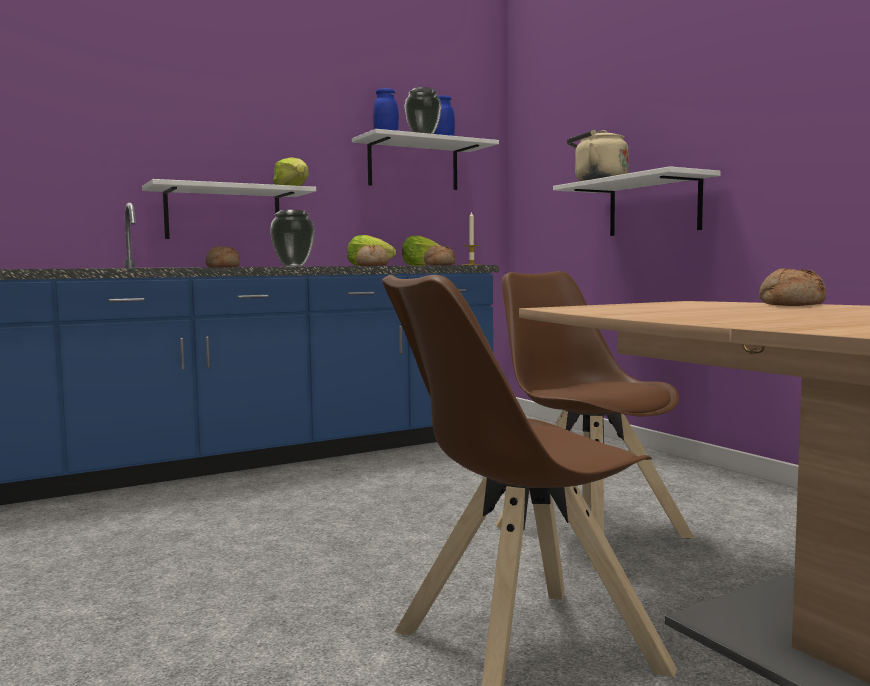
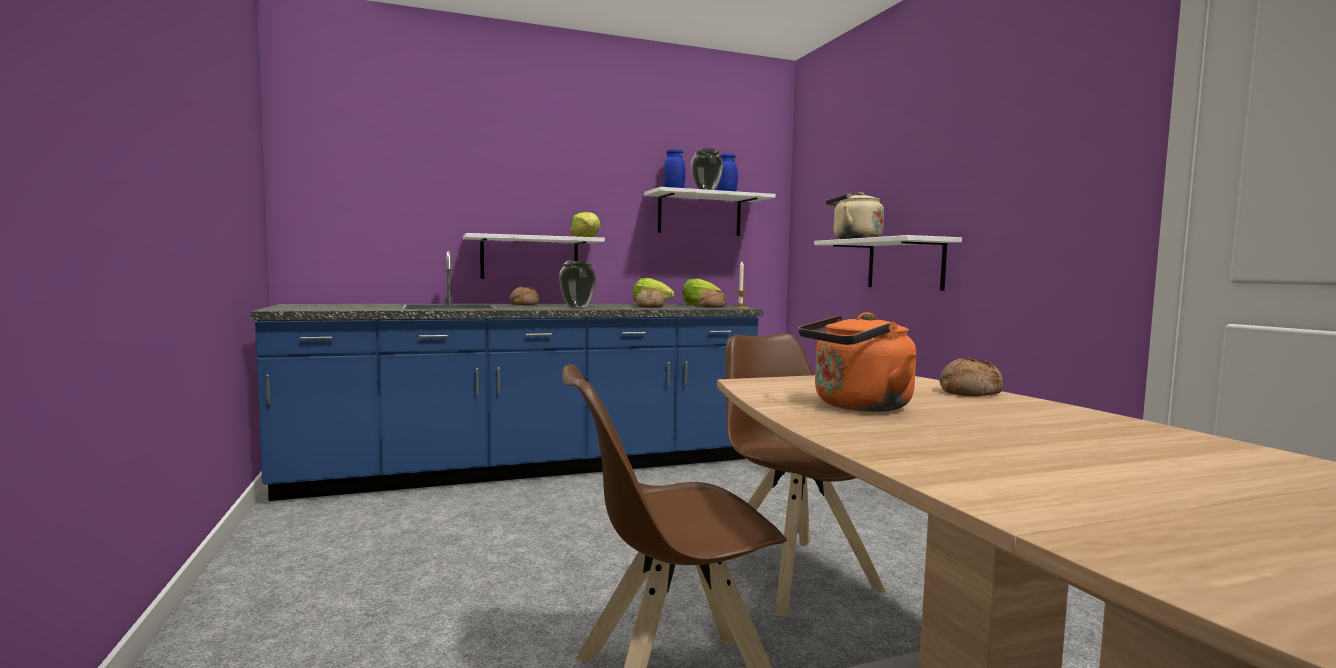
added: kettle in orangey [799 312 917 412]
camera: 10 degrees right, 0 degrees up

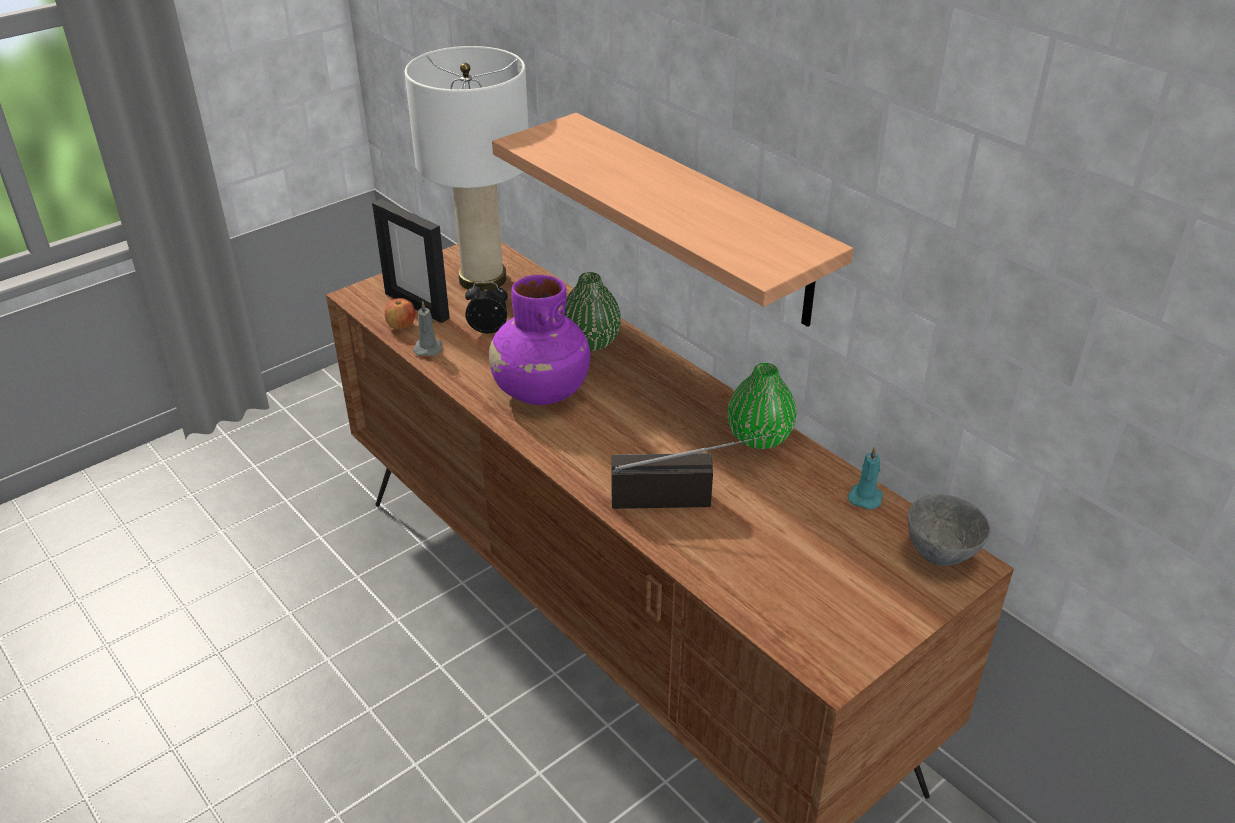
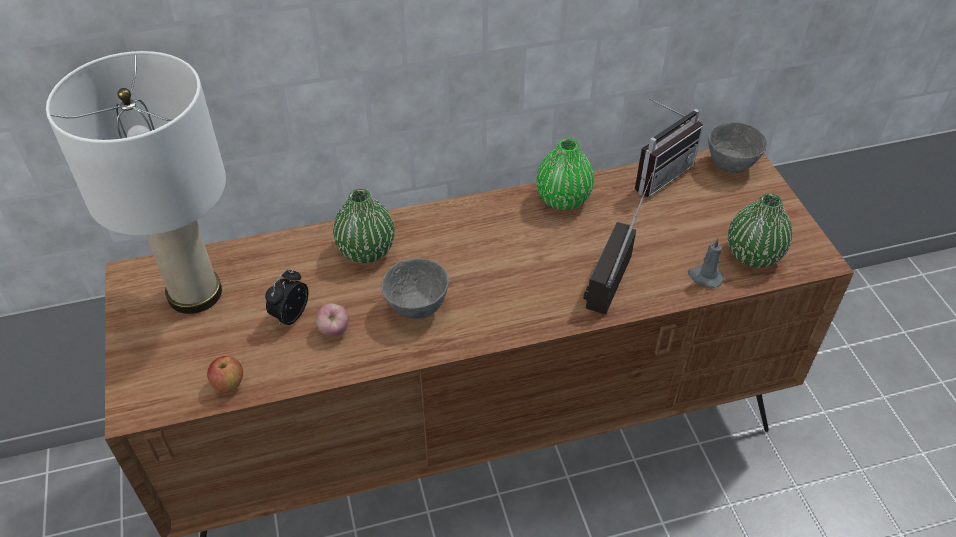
removed: picture frame [372 199 450 323]; bracket shelf [492 113 853 327]
added: apple [315 303 349 336]; flower vase in green-coloured [728 193 792 268]
moved: candle in greyish [413 301 442 356] to [688 238 724 288]
replaced: flower vase in purple-coloured [489 275 591 405] to bowl in greyish [381 258 449 319]; candle in turquoise [847 446 883 509] to radio receiver [635 98 703 197]
camera: 65 degrees left, 10 degrees up

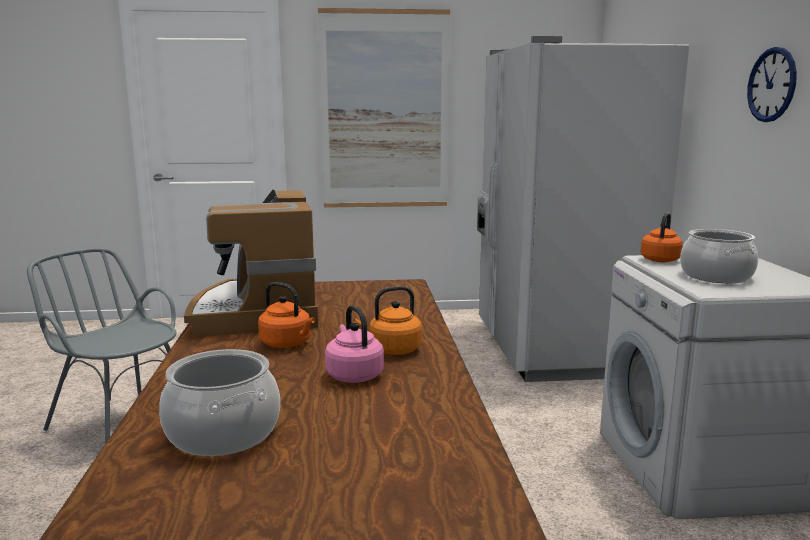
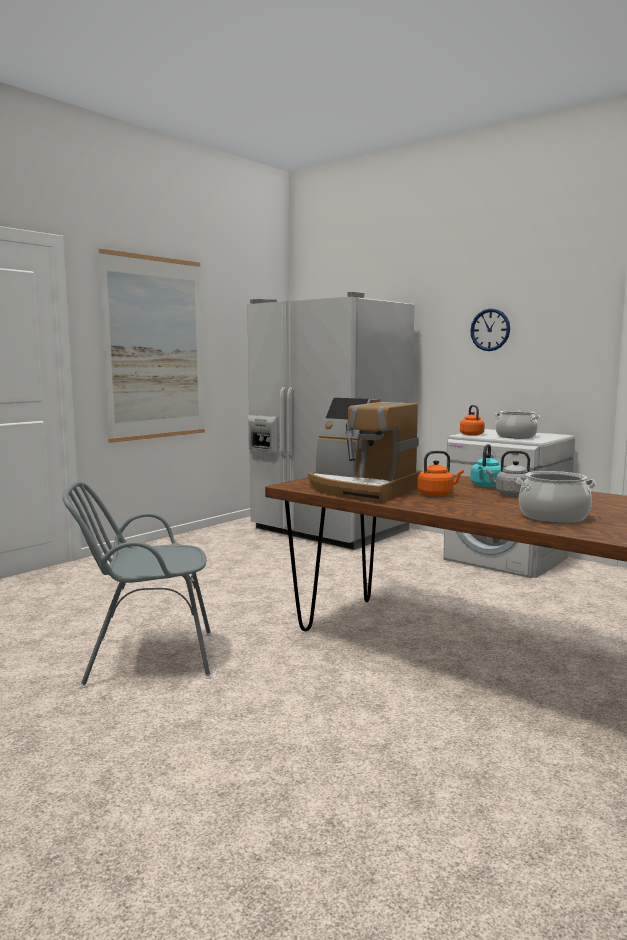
recoloured: kettle in pink-coloured [325 305 384 383] to kettle in greyish [486 451 530 497]; kettle in orangey [354 286 422 355] to kettle in turquoise [470 444 501 487]
camera: 45 degrees left, 5 degrees down

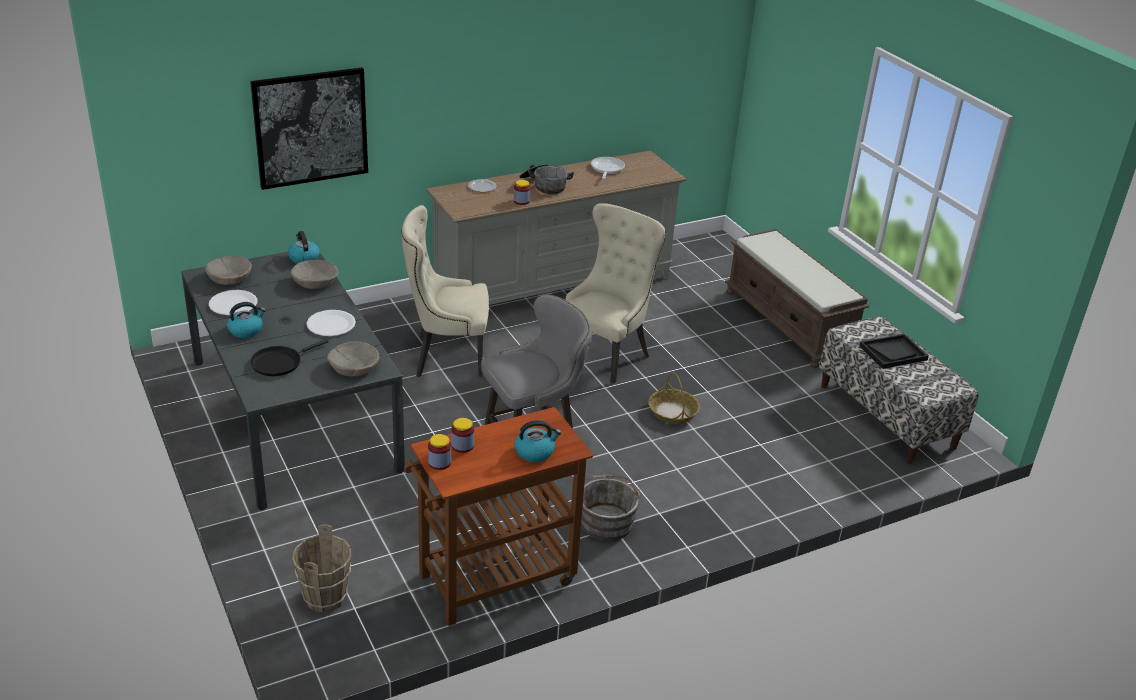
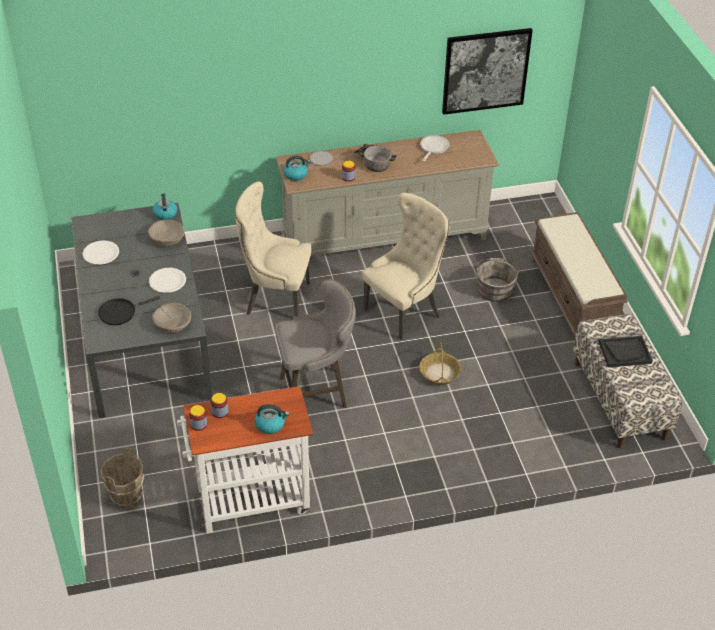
removed: bowl in sand-coloured [205 255 252 285]
moved: kettle [227 302 266 338] to [283 156 311 181]; wall picture [250 68 368 190] to [442 28 533 115]; pail in greyish [581 474 640 541] to [476 258 519 302]
recoloured: trolley in brownish [404 407 593 626] to trolley in white-coloured [177 386 313 533]
camera: 15 degrees right, 10 degrees up

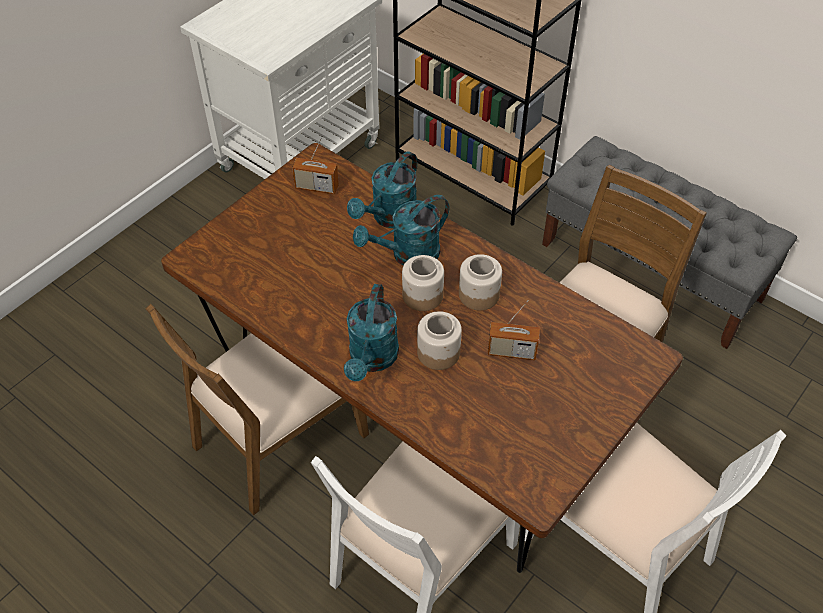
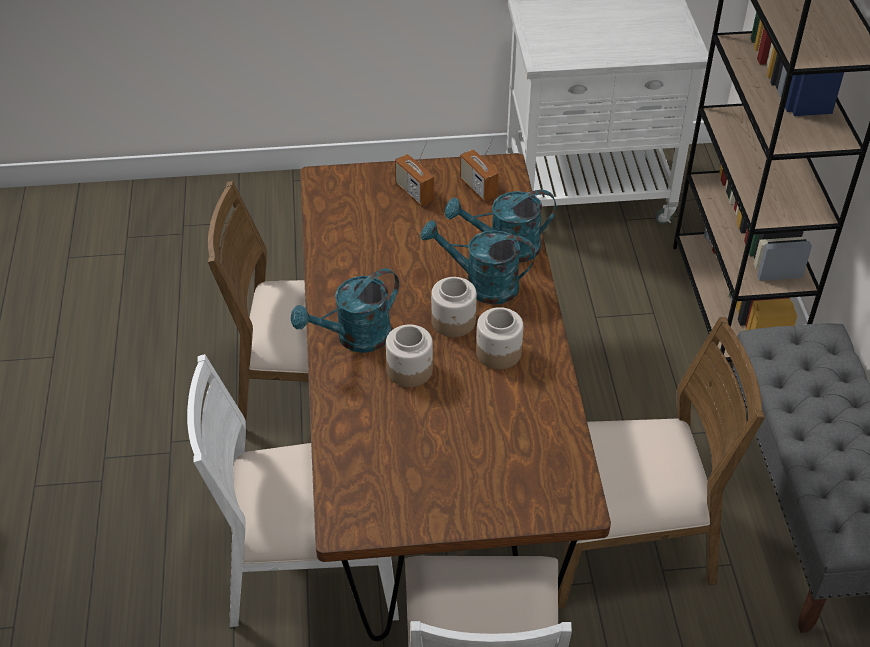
moved: radio receiver [488 300 540 360] to [395 141 434 206]
camera: 45 degrees right, 5 degrees down

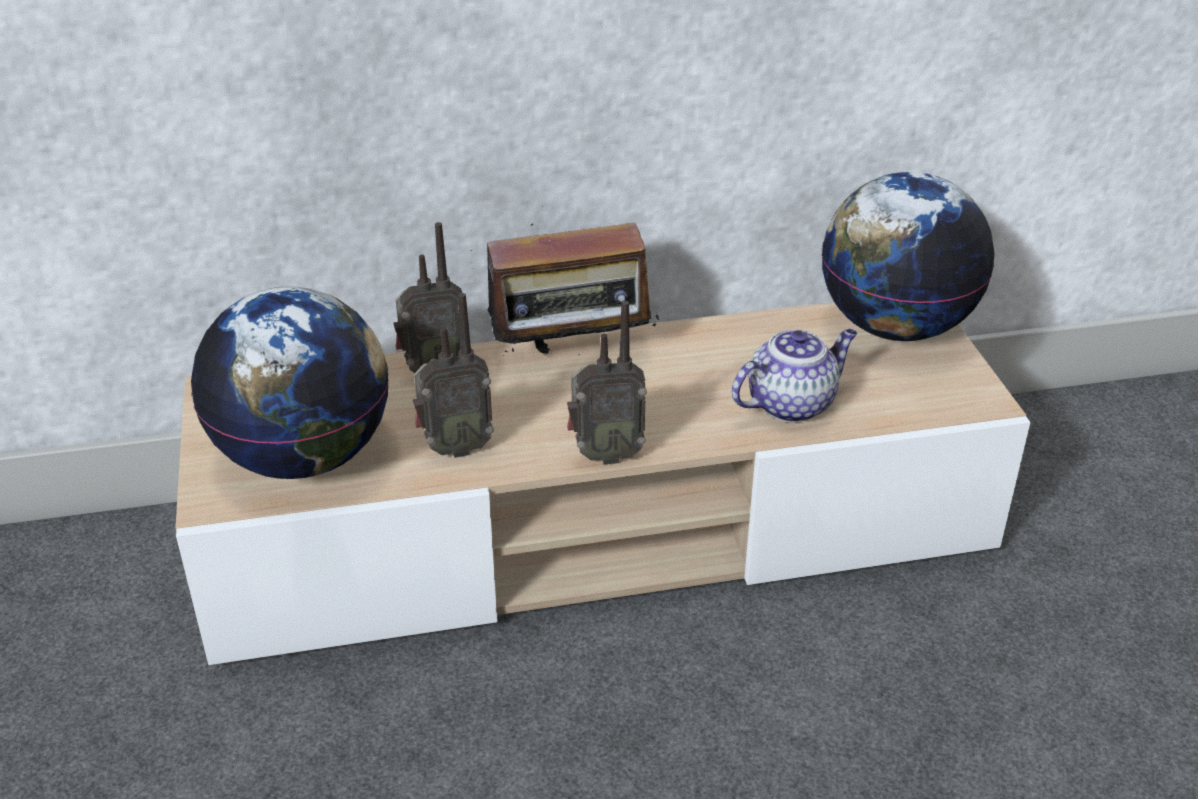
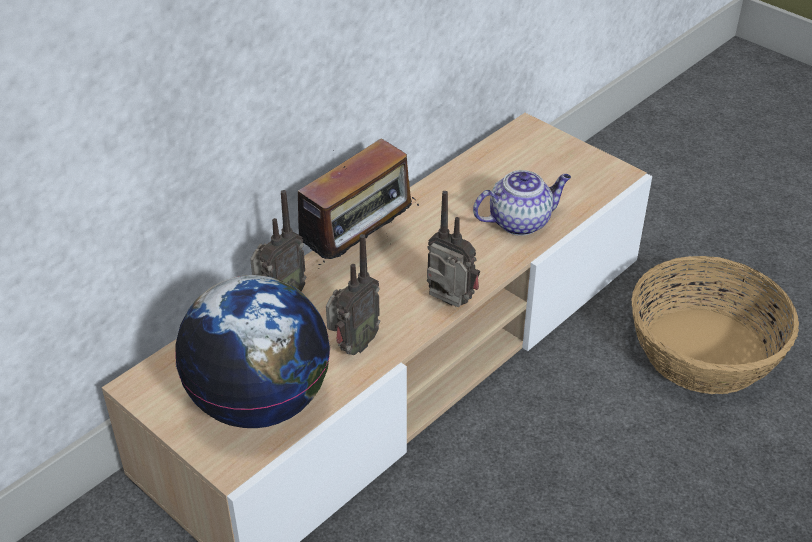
removed: globe [822 172 995 341]
added: household basket [631 256 799 394]
turned: radio receiver [567 301 647 464] = [427 191 480 307] 105 degrees counterclockwise; tea pot [732 329 857 423] = [473 170 571 236] 45 degrees clockwise
camera: 35 degrees left, 5 degrees up

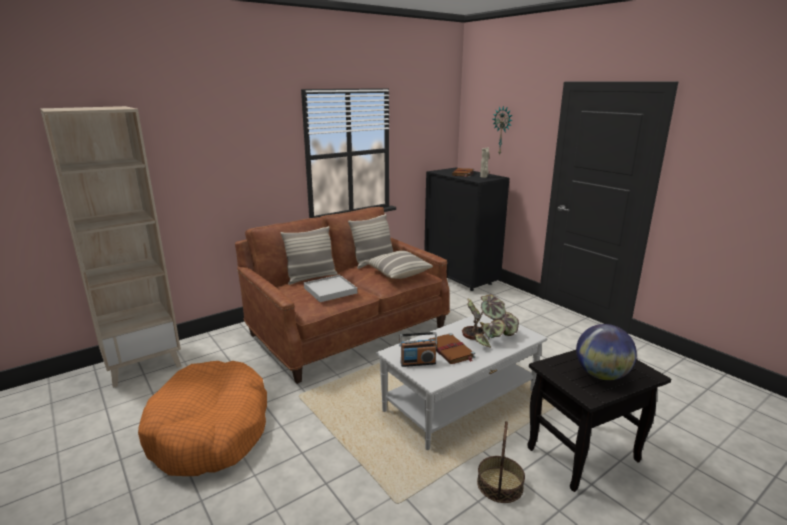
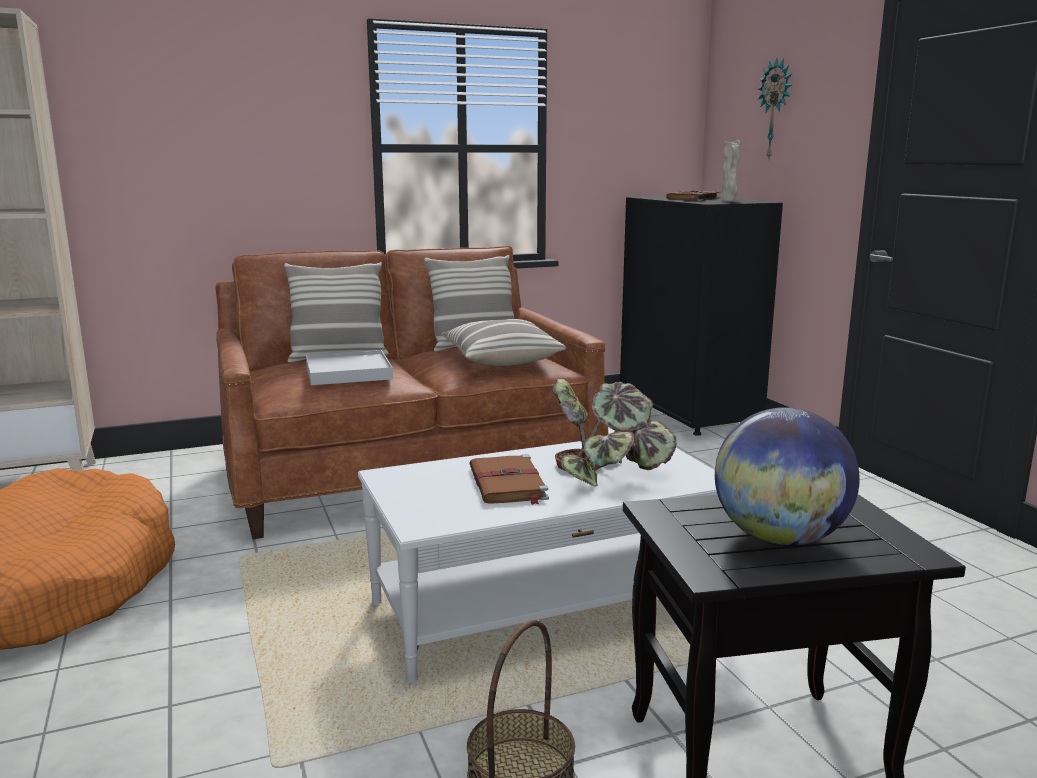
removed: radio receiver [399 332 437 367]
camera: 15 degrees right, 5 degrees down

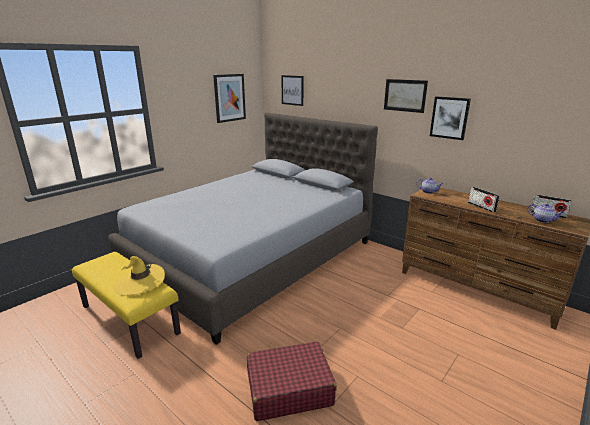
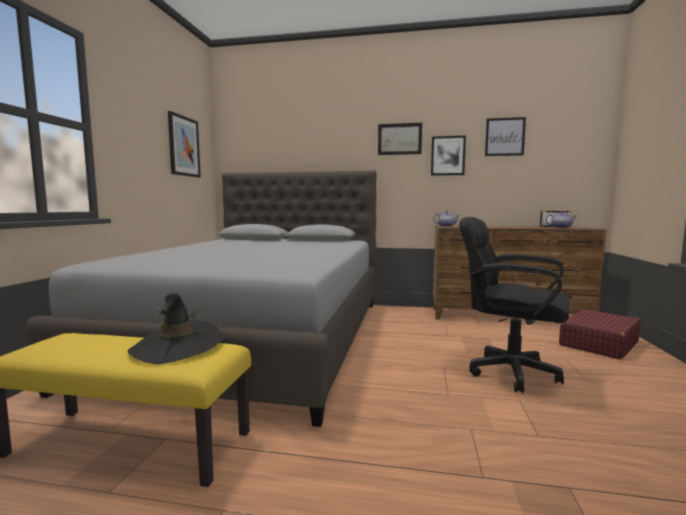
removed: radio receiver [468 187 500 212]
added: office chair in blackish [459 217 569 393]
moved: piece of luggage in red-coloured [247 341 336 421] to [559 309 641 360]; wall picture [281 75 304 106] to [485 117 526 156]
recoloured: wearable hat in yellow-coloured [114 256 165 296] to wearable hat in blackish [128 293 223 364]
camera: 30 degrees left, 15 degrees down

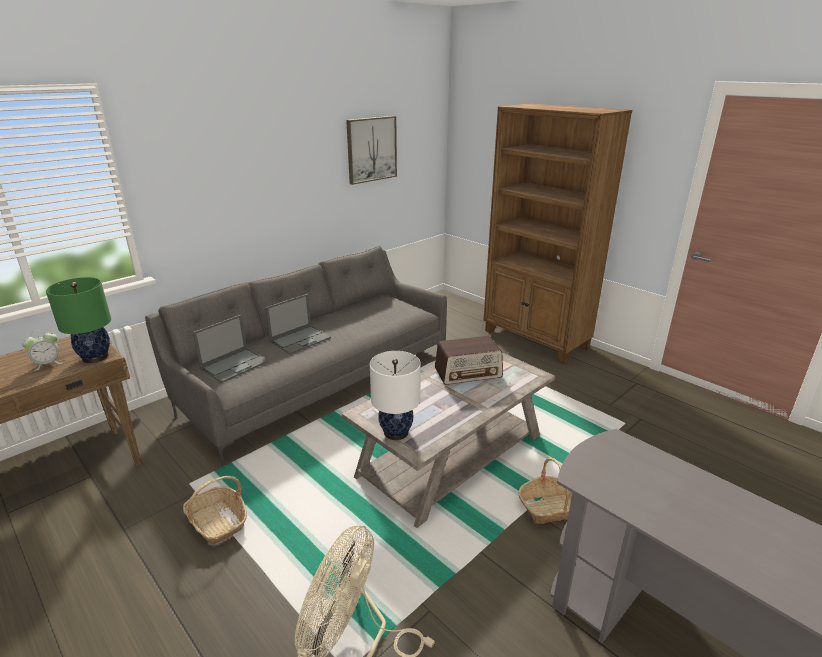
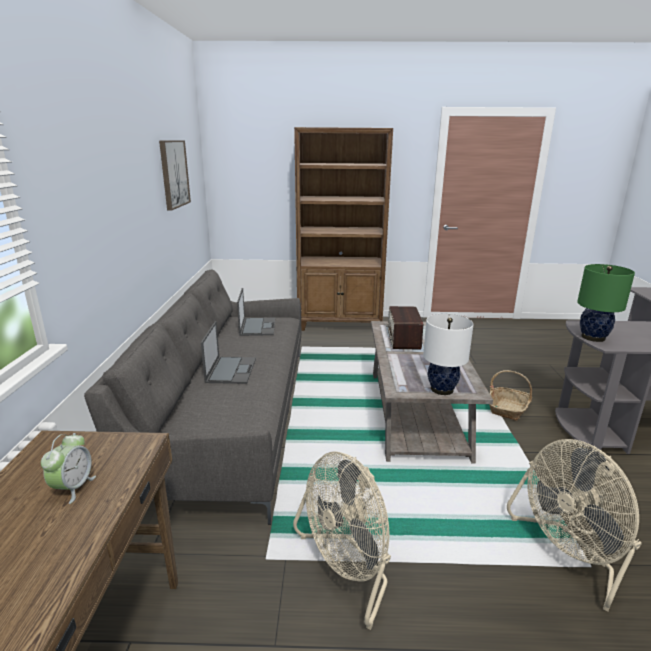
moved: lamp for a table in green-coloured [46 277 111 363] to [577 264 635 342]; portable computer [193 315 268 383] to [237 288 275 336]
replaced: household basket [183 476 247 545] to cooling fan in sand-coloured [293 451 391 630]
turned: radio receiver [435 336 503 385] = [386 306 423 350] 150 degrees clockwise
camera: 45 degrees left, 5 degrees down

